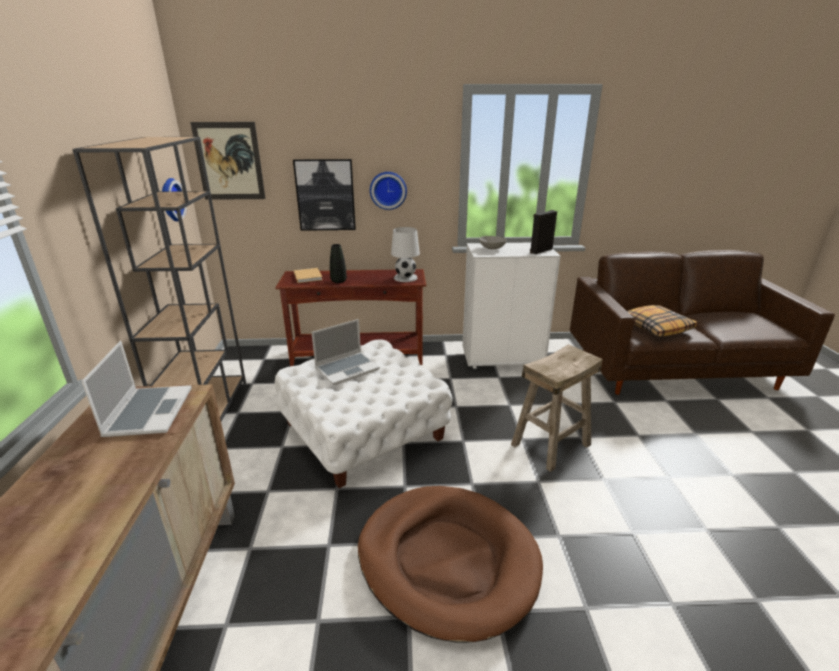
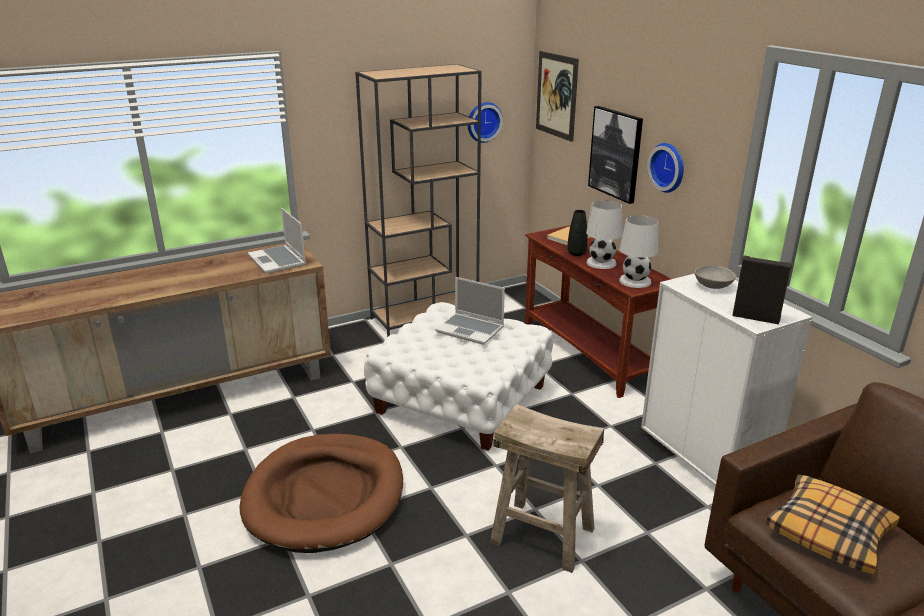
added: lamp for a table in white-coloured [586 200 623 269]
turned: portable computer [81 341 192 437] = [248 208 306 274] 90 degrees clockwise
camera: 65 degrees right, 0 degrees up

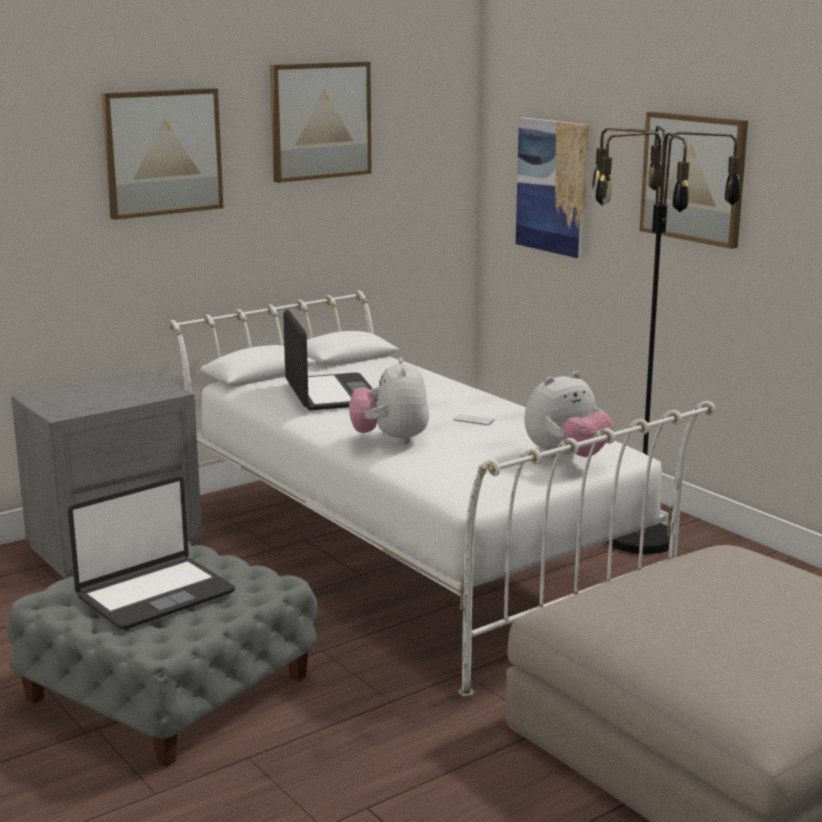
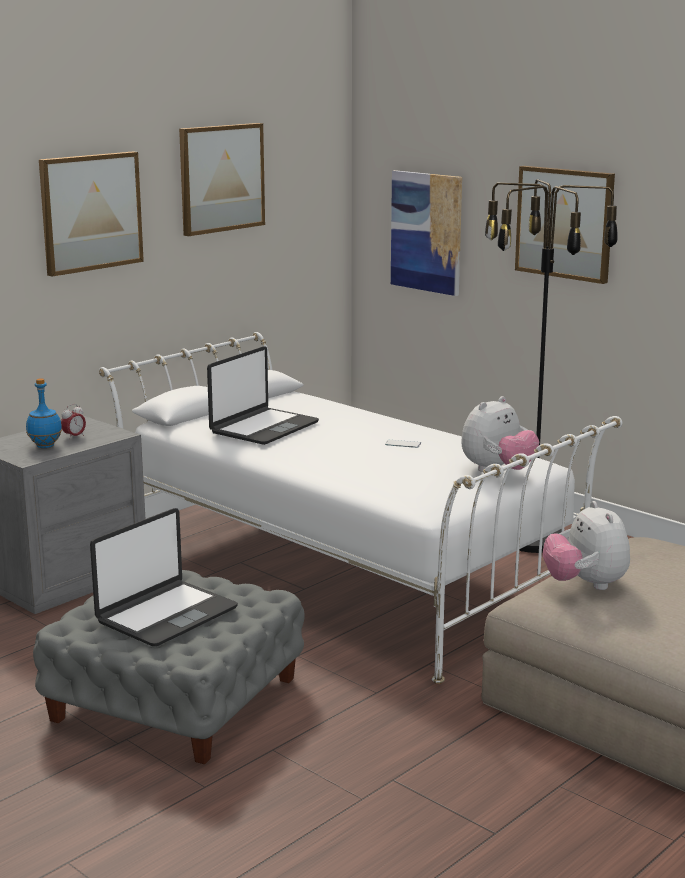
added: bottle in bluish [26 378 62 448]; bedside clock [61 404 86 440]
moved: soft toy [349 358 429 445] to [543 501 630 590]
turned: portable computer [283 309 378 411] = [207 346 319 445] 60 degrees clockwise
camera: 10 degrees left, 0 degrees up

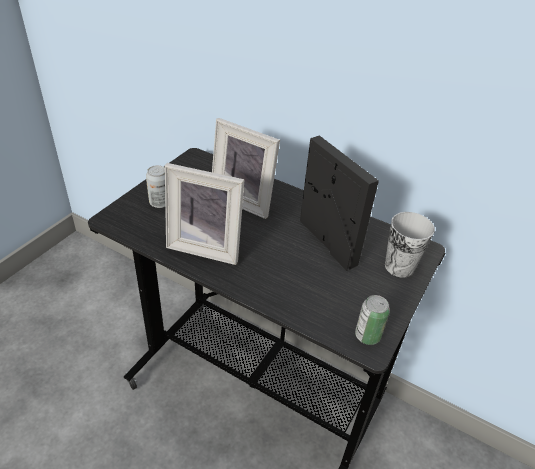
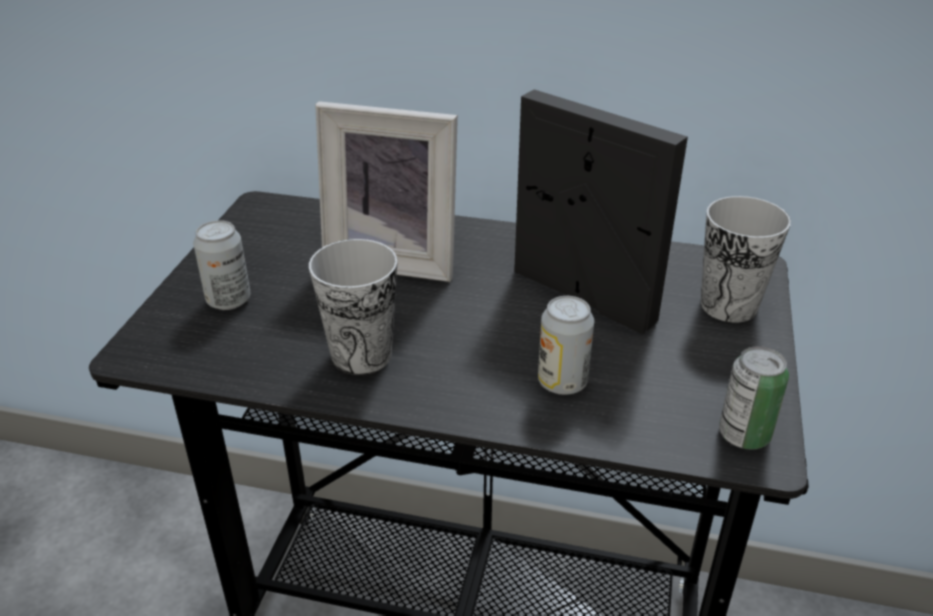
added: can [538 296 594 395]
replaced: picture frame [165 163 244 265] to cup [309 239 398 375]
camera: 15 degrees left, 5 degrees down

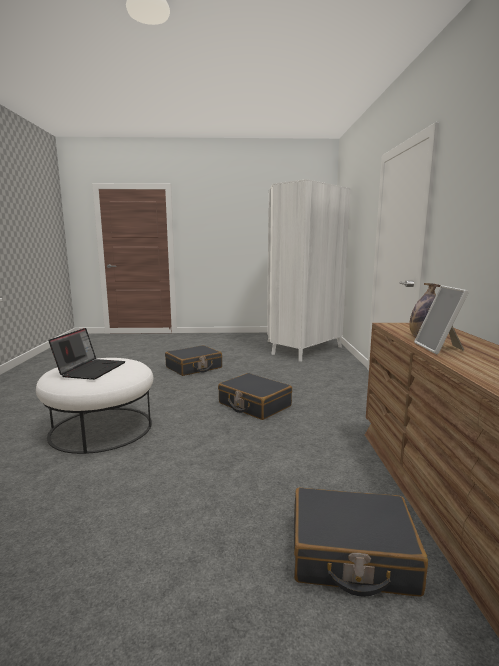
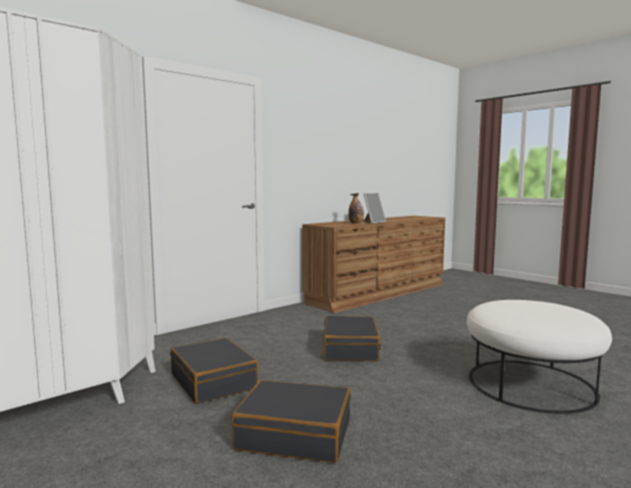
removed: portable computer [49 328 126 380]
moved: piece of luggage in blackish [294 487 428 597] to [170 338 258 404]
camera: 130 degrees left, 5 degrees down

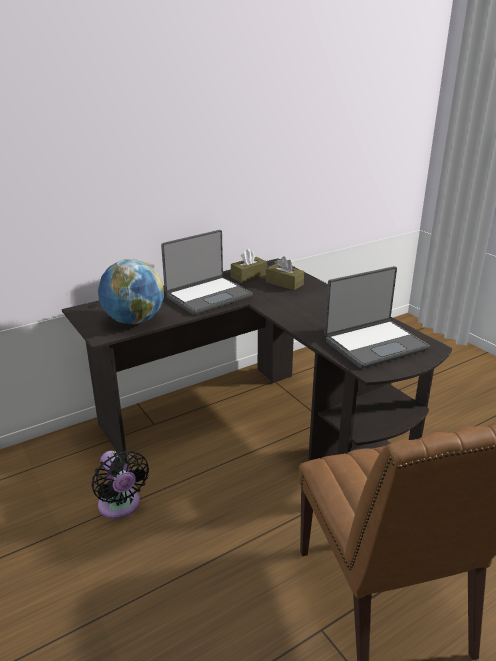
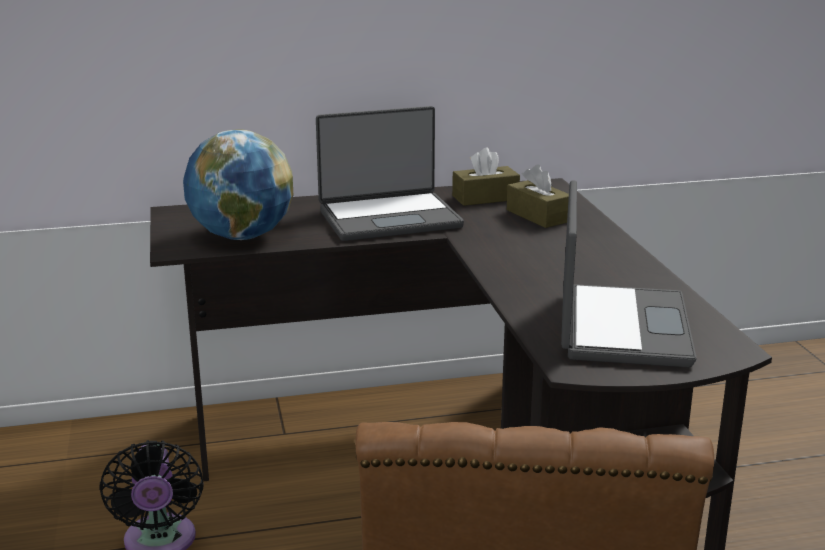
turned: portable computer [324 266 430 369] = [561 181 697 367] 75 degrees counterclockwise
camera: 20 degrees right, 5 degrees down

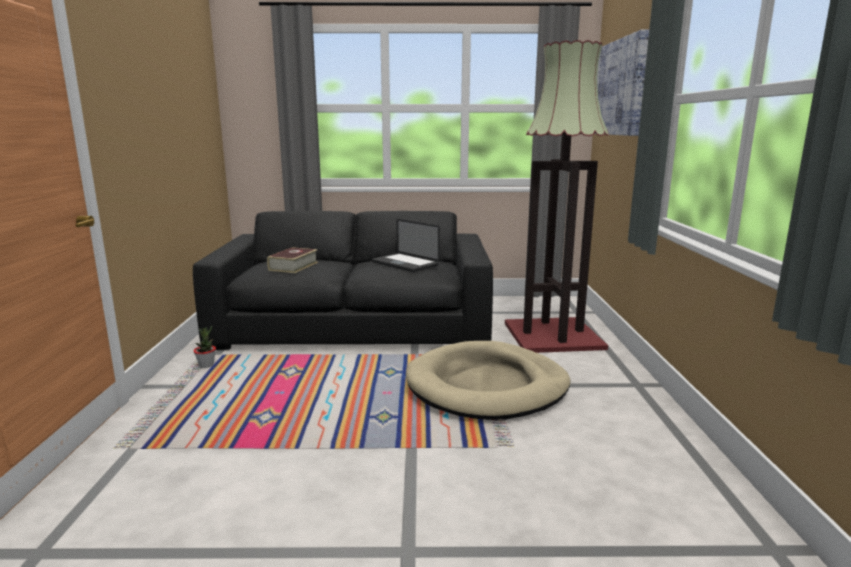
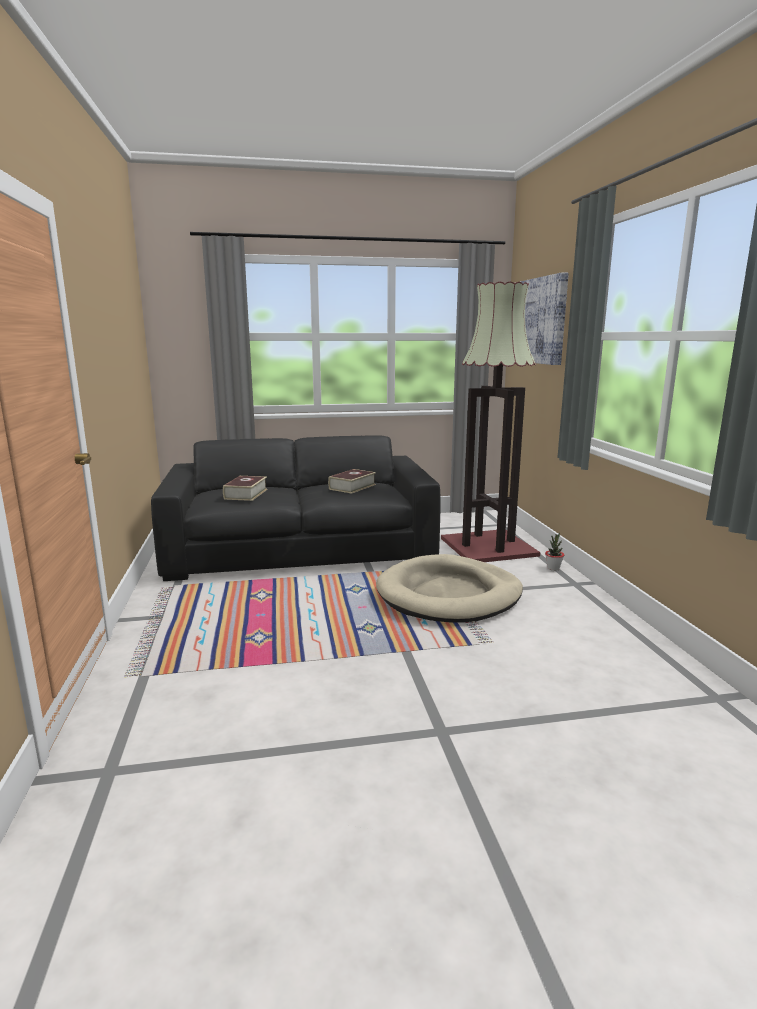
moved: houseplant [193 326 216 368] to [545 532 564 571]
replaced: portable computer [372 219 440 272] to volume [328 469 376 494]
camera: 10 degrees left, 0 degrees up

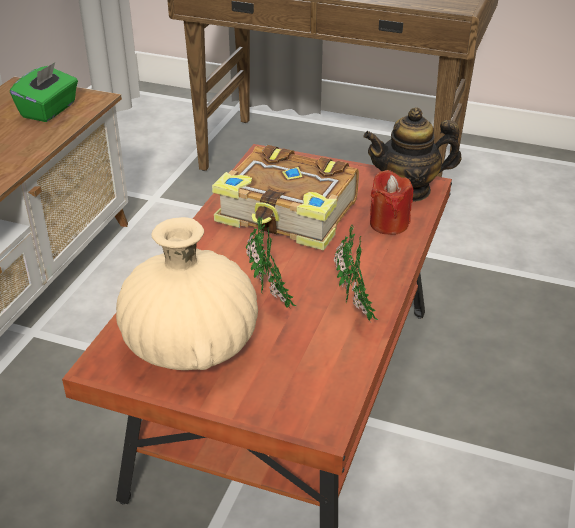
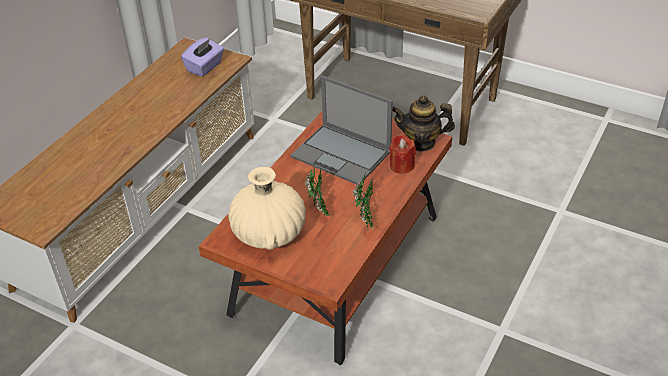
replaced: volume [212 145 359 250] to portable computer [290 76 392 185]
recoloured: box of tissues in green-coloured [10 62 78 122] to box of tissues in purple-coloured [181 37 224 77]
camera: 10 degrees right, 5 degrees up

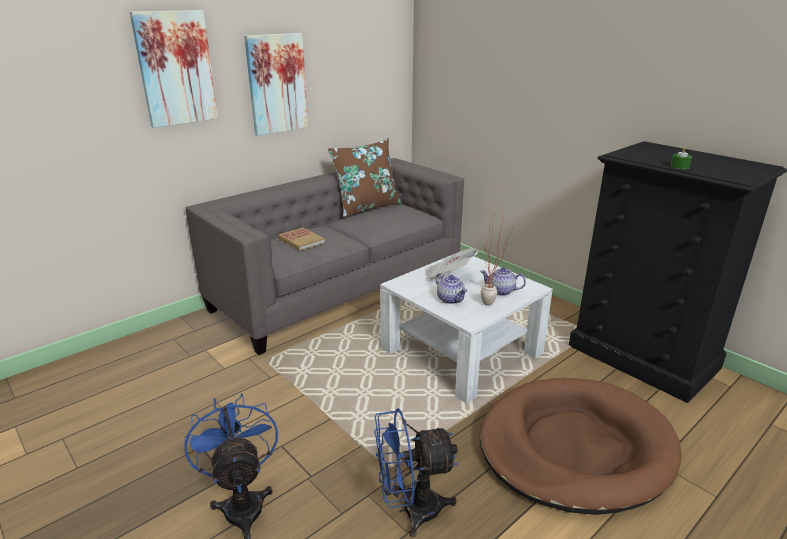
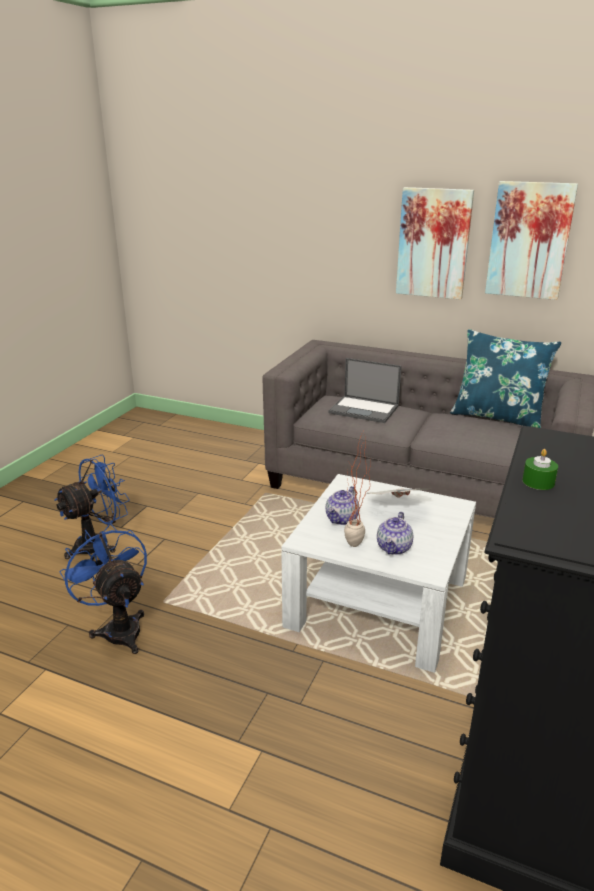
removed: dog cushion in brownish [480 378 682 515]
moved: wall picture [130 10 218 128] to [485 181 578 300]
replaced: volume [278 228 325 251] to portable computer [328 358 402 423]
recoloured: cushion in brownish [328 138 402 218] to cushion in bluish [450 329 561 428]
turned: tea pot [480 267 526 296] = [377 512 413 555] 150 degrees counterclockwise
camera: 65 degrees right, 0 degrees up

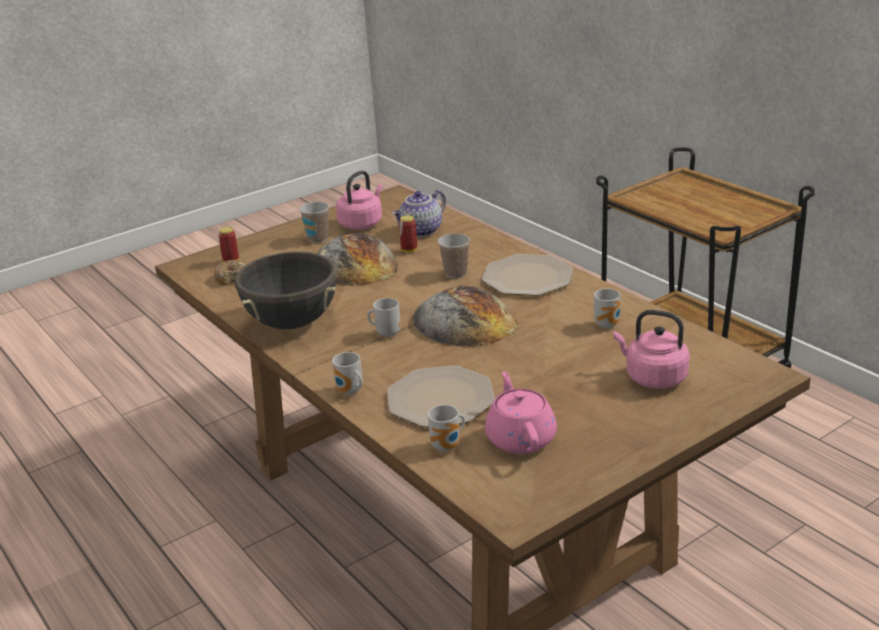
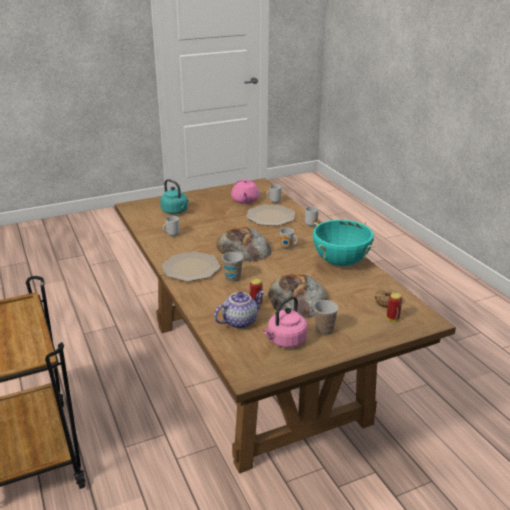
recoloured: cooking pot in blackish [235 250 337 329] to cooking pot in turquoise [313 220 375 266]; kettle in pink-coloured [613 310 690 389] to kettle in turquoise [160 179 188 214]
camera: 170 degrees left, 0 degrees up

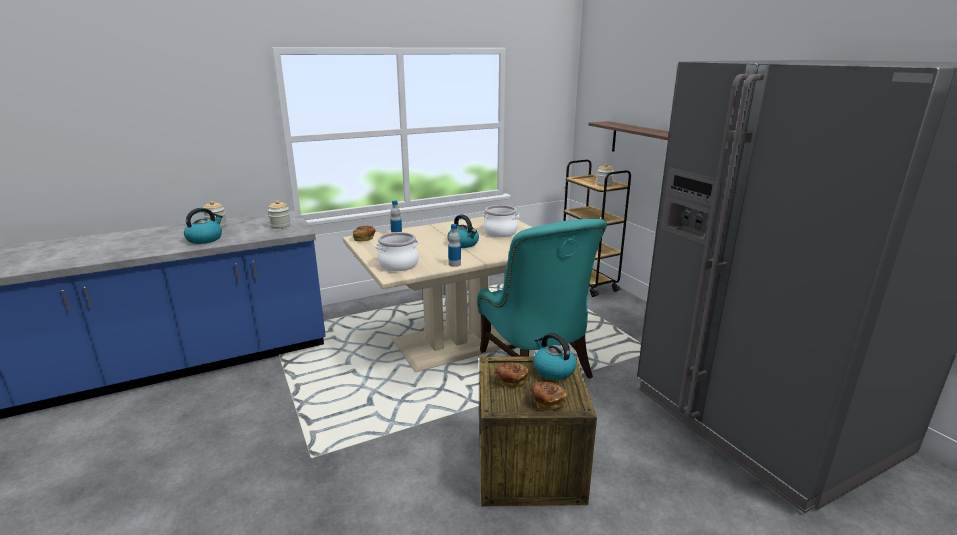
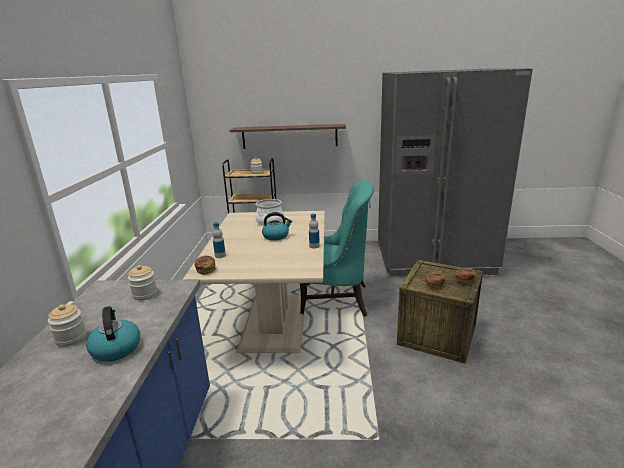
removed: cooking pot [375 232 419 271]; kettle [533 333 576 380]
camera: 60 degrees left, 0 degrees up

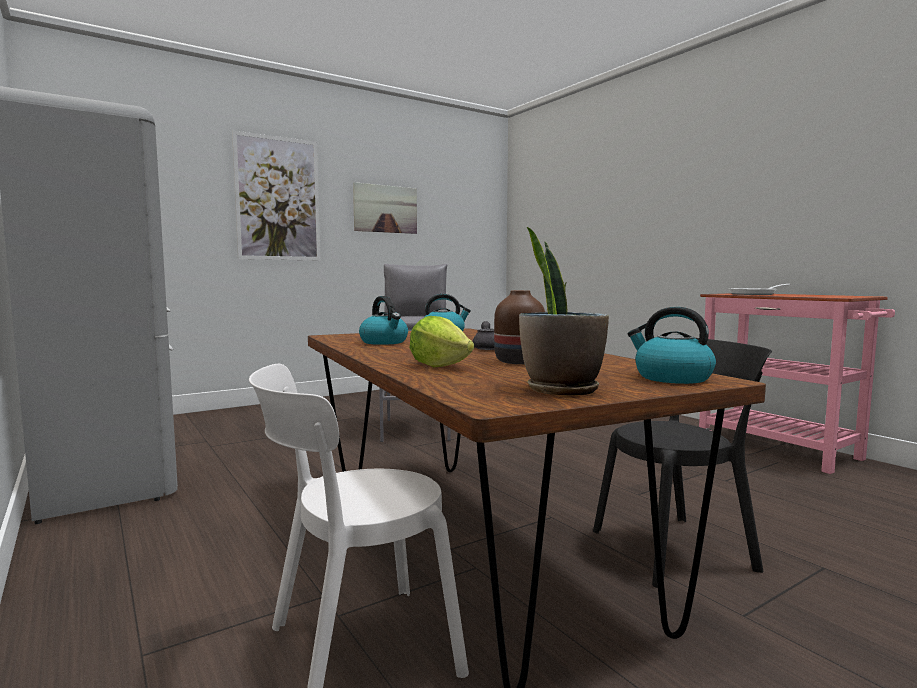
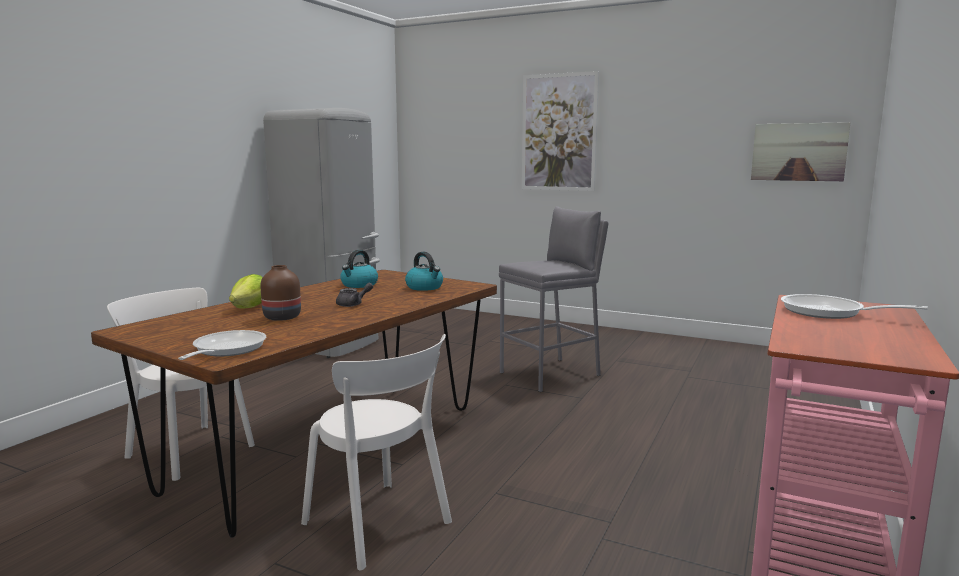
removed: houseplant [519 227 609 395]
moved: wall picture [353 182 417 234] to [751 122 851 181]
replaced: kettle [628 307 716 384] to skillet [178 330 266 360]
recoloured: upright chair in blackish [593 338 772 588] to upright chair in white-coloured [301 334 452 571]
camera: 60 degrees right, 5 degrees up

